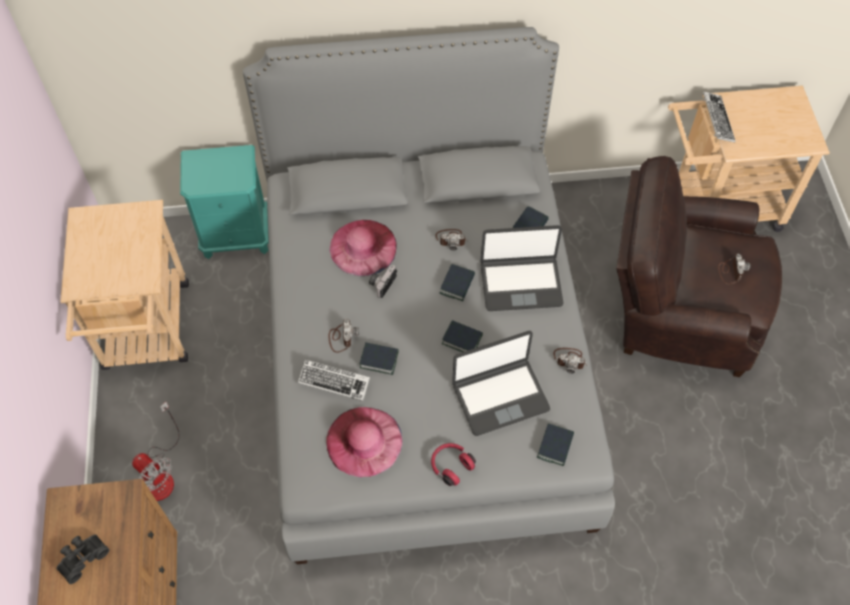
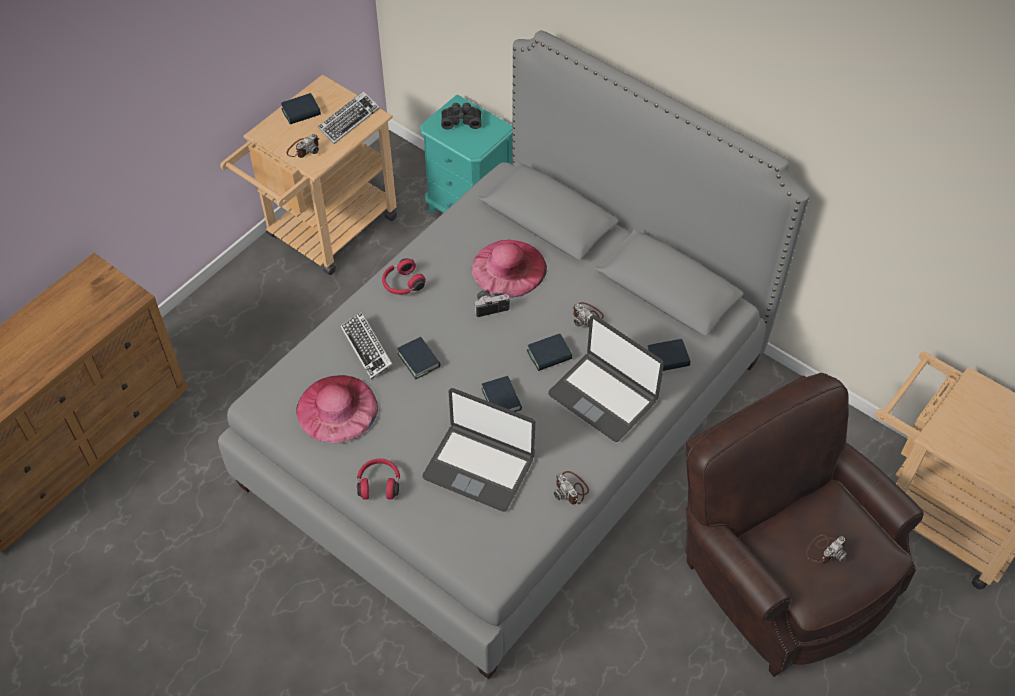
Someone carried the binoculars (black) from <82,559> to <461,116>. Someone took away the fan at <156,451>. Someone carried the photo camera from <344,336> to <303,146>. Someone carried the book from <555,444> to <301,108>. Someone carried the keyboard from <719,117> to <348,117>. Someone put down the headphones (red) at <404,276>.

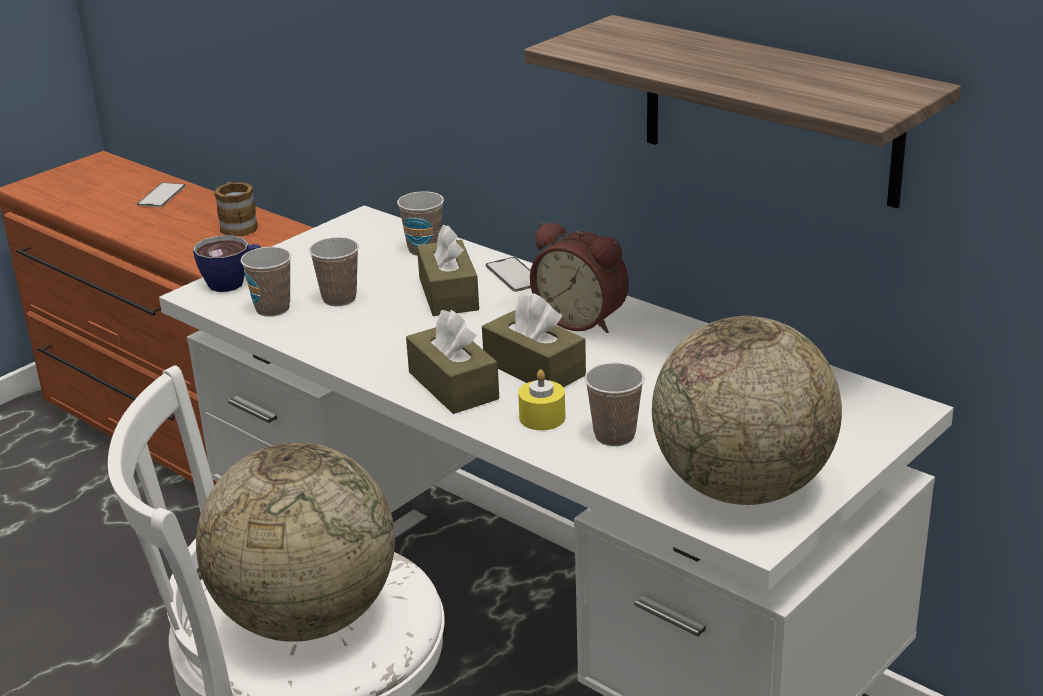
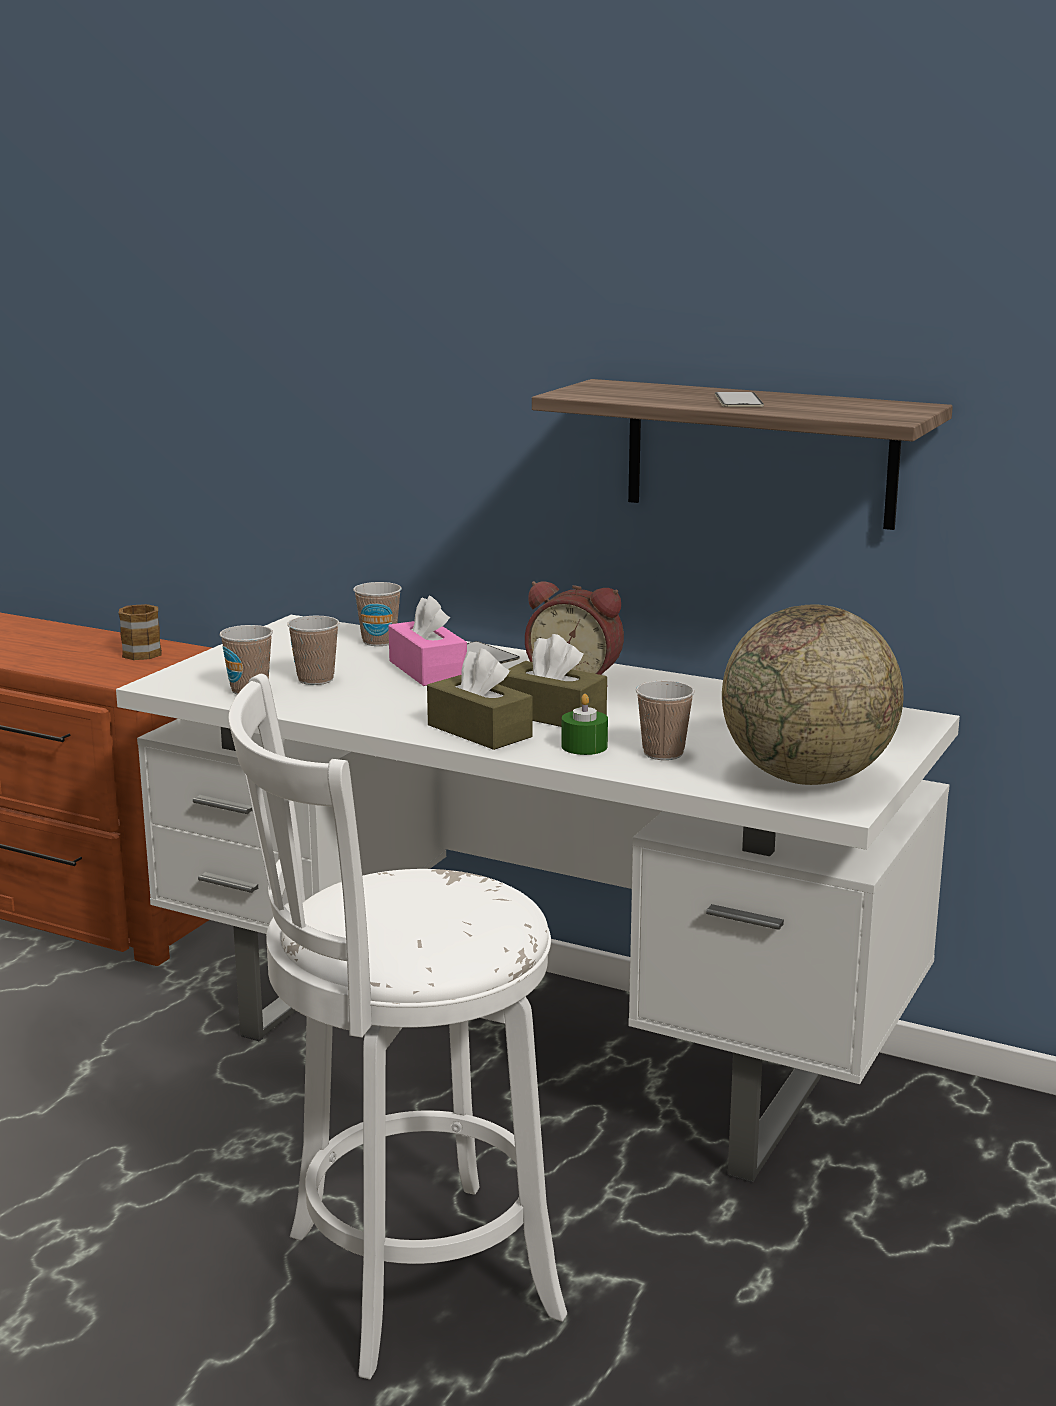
Someone carried the phone from <161,195> to <739,399>. Someone took away the cup at <227,263>. Someone took away the globe at <295,542>. Someone repainted the tissue box (brown) at <448,270>, which became the tissue box (pink) at <427,640>. Someone repainted the candle (yellow) at <541,400>, which became the candle (green) at <584,724>.

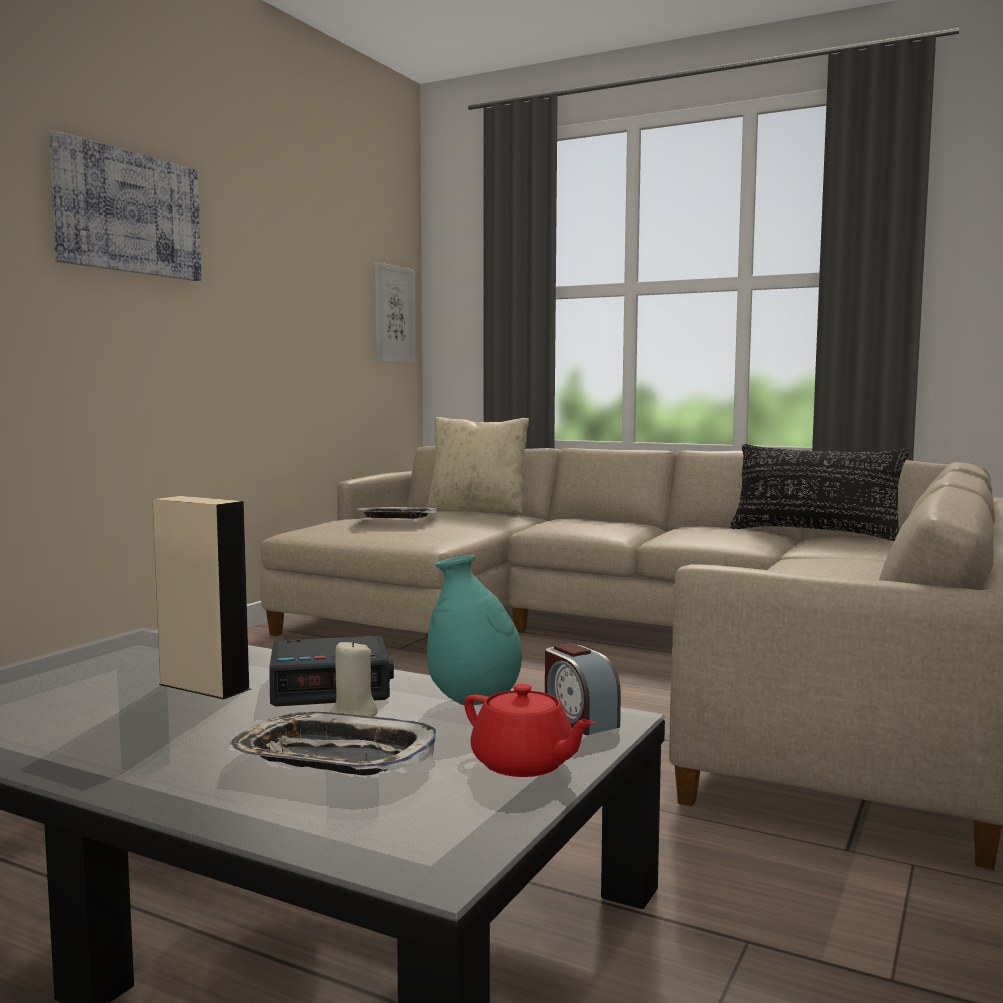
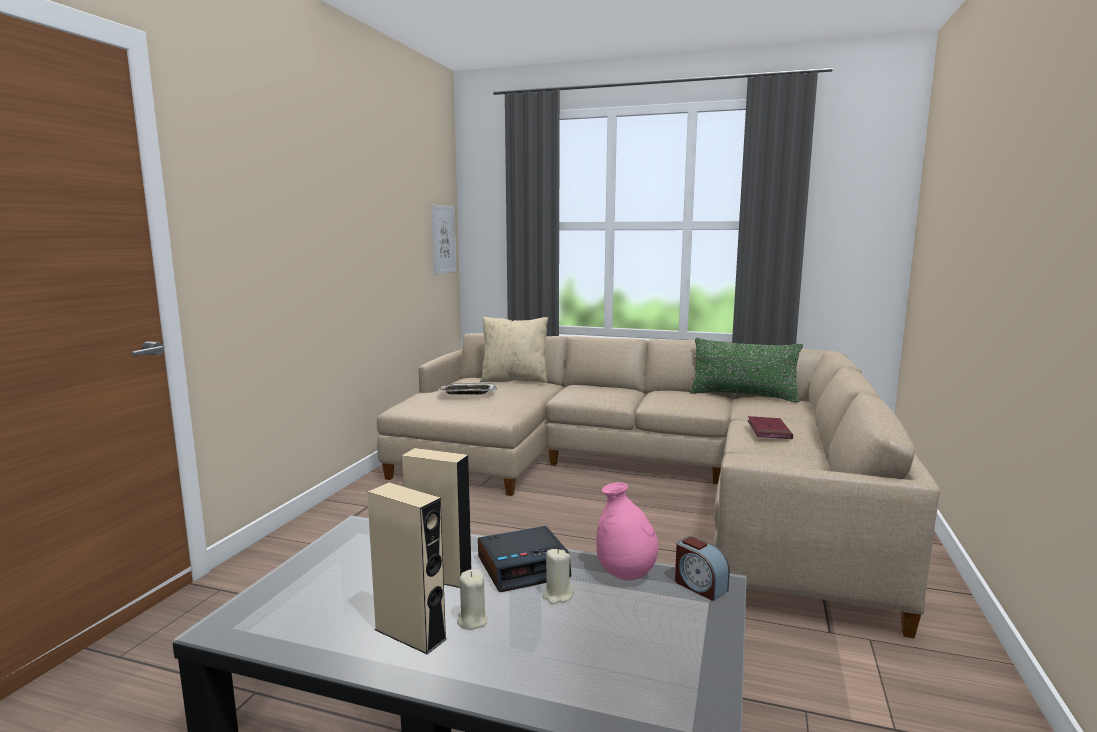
Someone took away the picture at <125,205>. Someone took away the tray at <332,743>. Someone repainted the vase (turquoise) at <474,630>, which became the vase (pink) at <627,531>. Someone took away the teapot (red) at <529,730>. Someone repainted the pillow (black) at <820,492>, which became the pillow (green) at <746,370>. Someone put down the speaker (beige) at <407,568>. Someone put down the candle (beige) at <472,599>. Someone put down the book (red) at <770,427>.

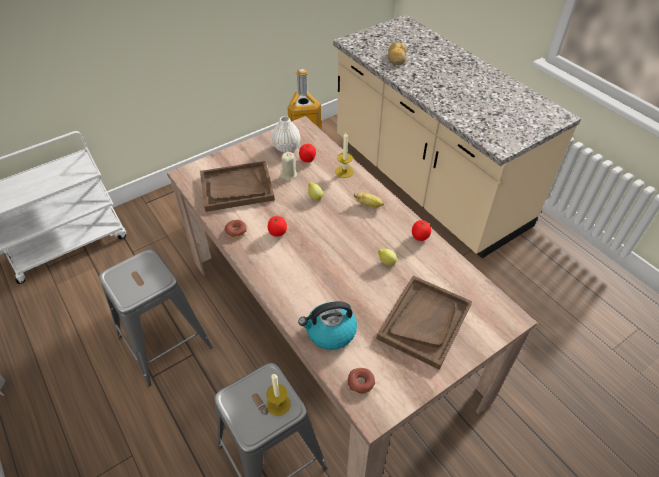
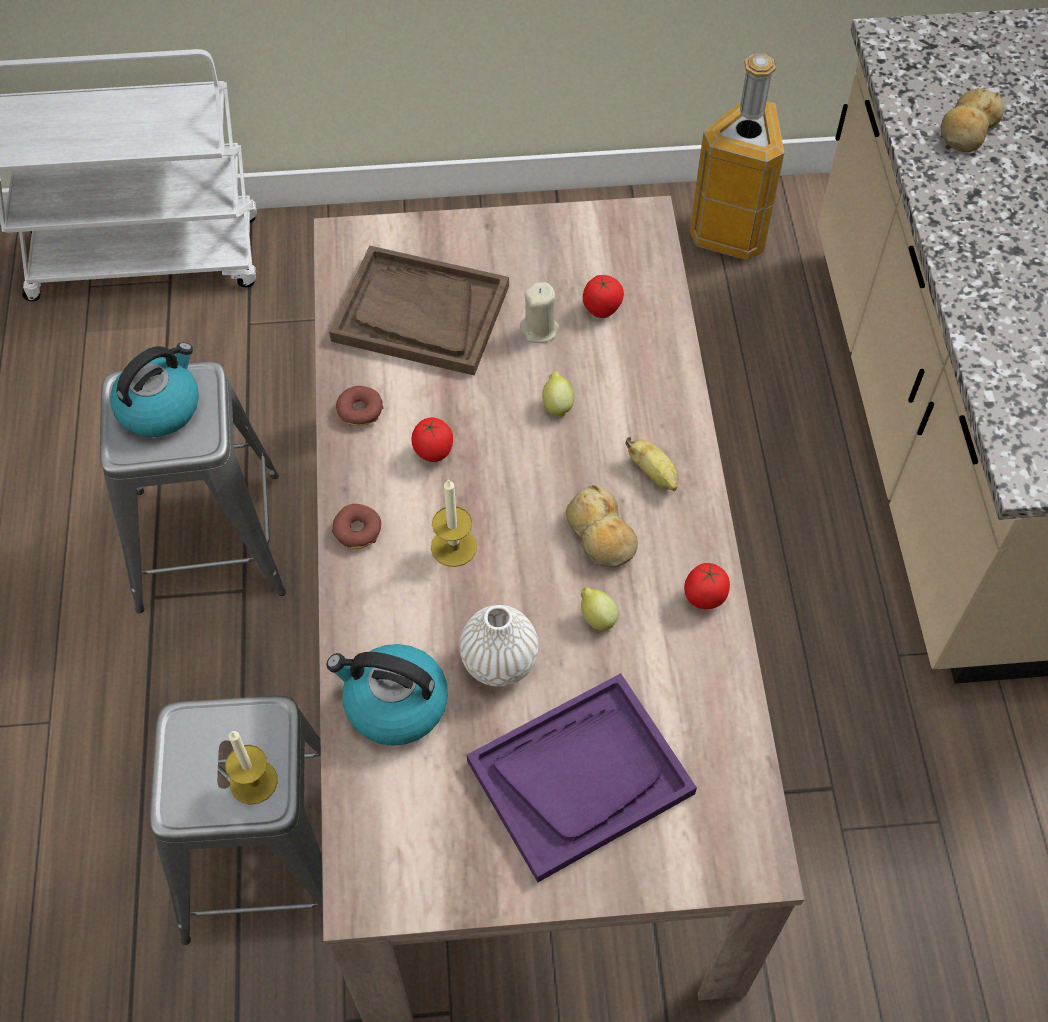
Someone carried the vase (white) from <286,134> to <499,646>. Someone carried the candle from <345,155> to <454,523>. Someone carried the donut from <361,381> to <356,526>. Someone repainted the tray (brown) at <424,323>, which became the tray (purple) at <582,777>. Someone put down the kettle at <154,389>. Someone put down the bread at <602,526>.

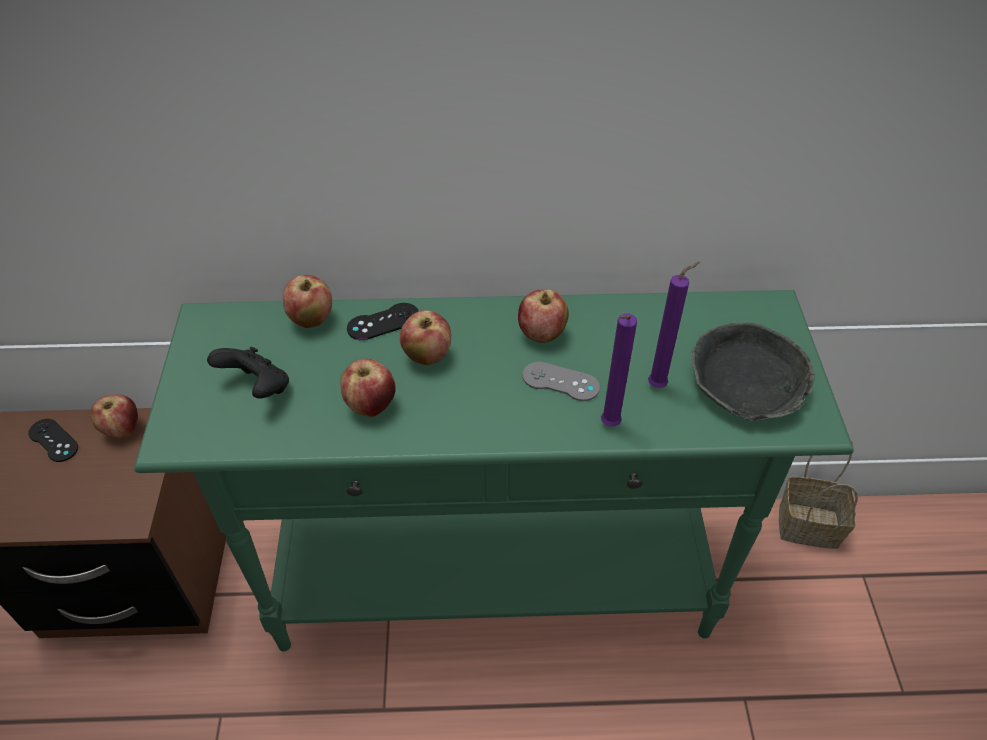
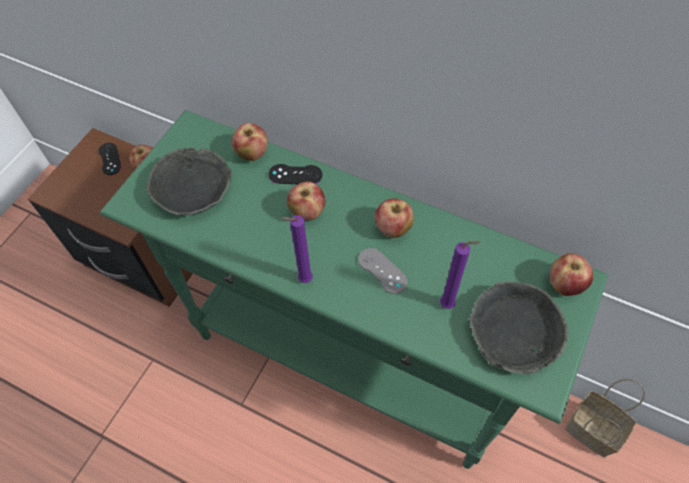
Someone swapped the game controller (black) at <248,372> for the bowl (grey) at <189,181>. Someone carried the apple from <368,388> to <571,274>. Someone carried the candle (purple) from <619,370> to <297,249>.

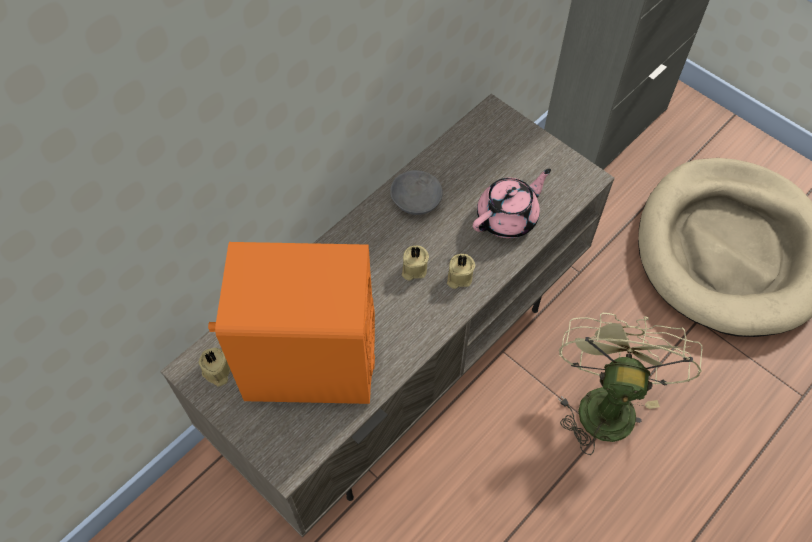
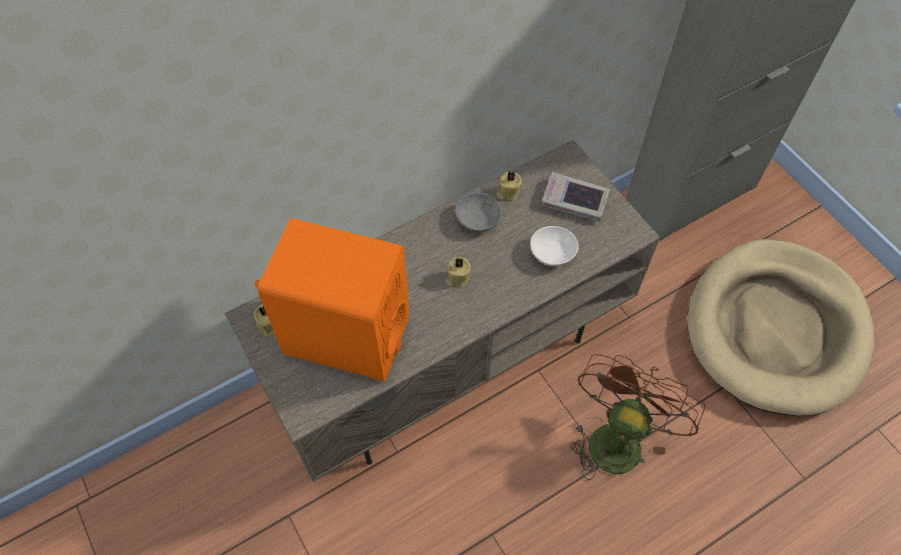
Someone carried the candle (beige) from <461,271> to <509,185>. Someone swapped the teapot (pink) at <512,203> for the bowl (white) at <554,246>. Someone repainted the fan (green) at <630,384>, which became the fan (brown) at <637,417>. Someone put down the book at <575,197>.

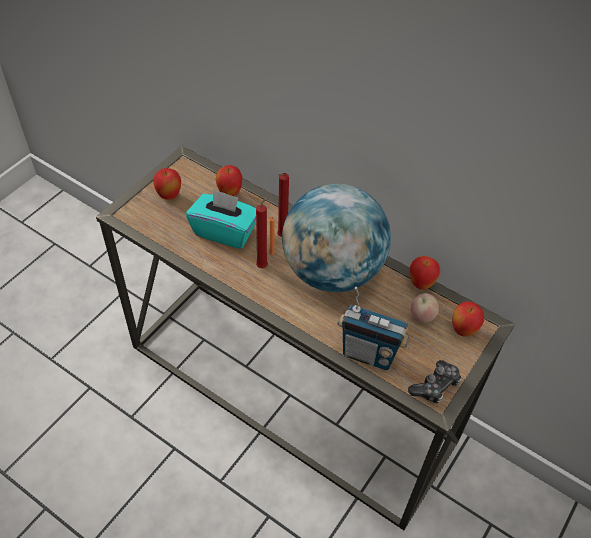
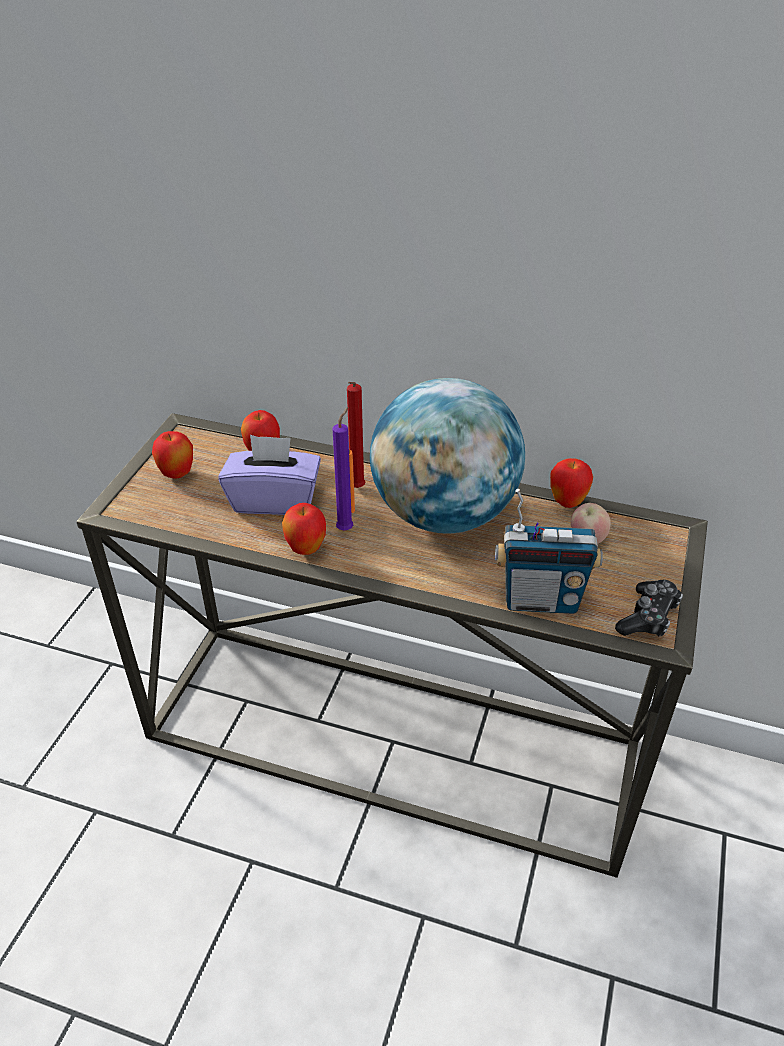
Someone repainted the tissue box (turquoise) at <221,219>, which became the tissue box (purple) at <269,475>. Someone repainted the candle (red) at <263,231>, which became the candle (purple) at <342,469>. Someone carried the apple from <468,319> to <304,529>.

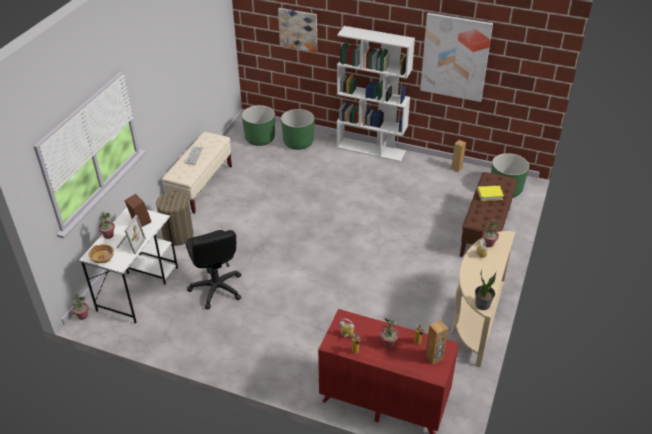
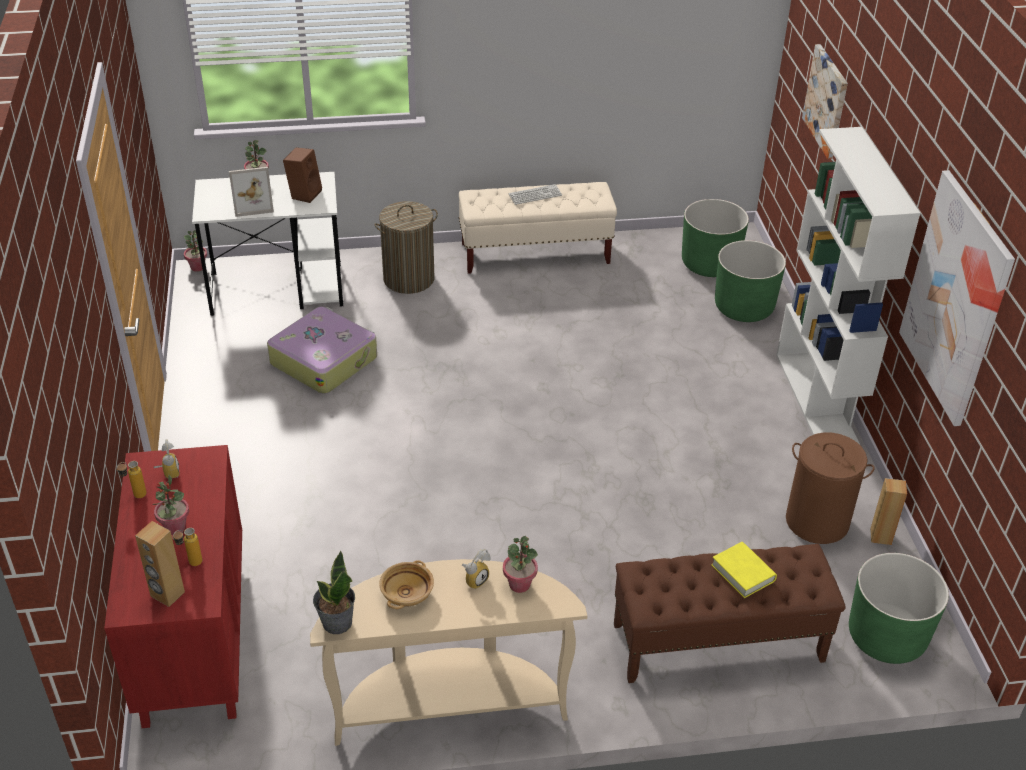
Someone carried the bowl (beige) from <101,253> to <406,584>. Someone swapped the office chair (black) at <214,270> for the suitcase at <322,350>. Someone put down the laundry basket (brown) at <830,488>.

